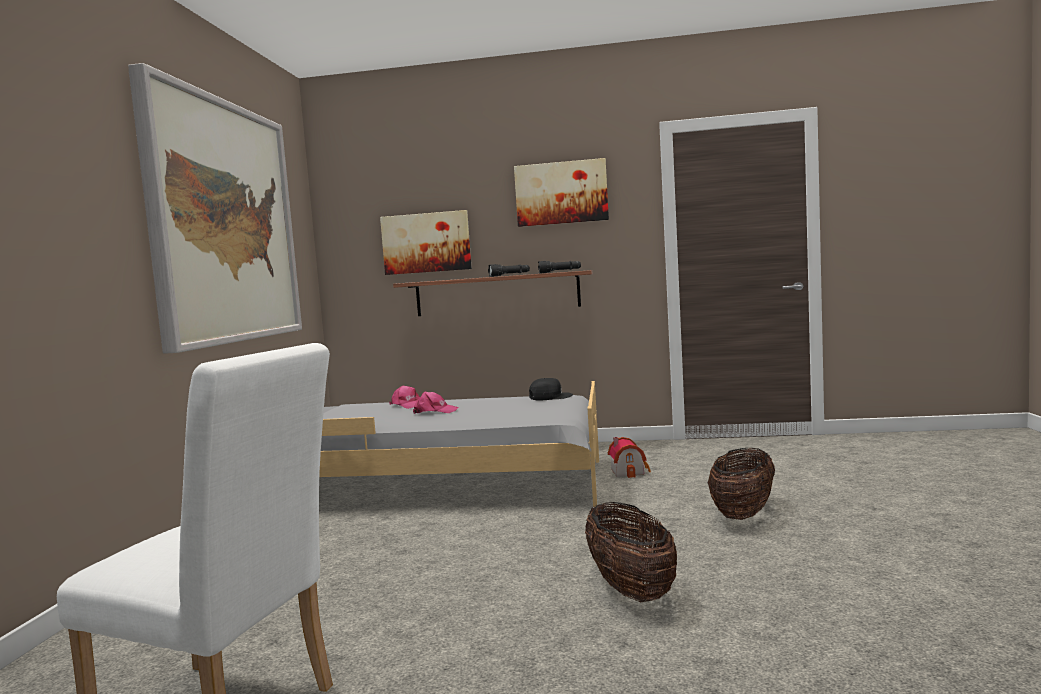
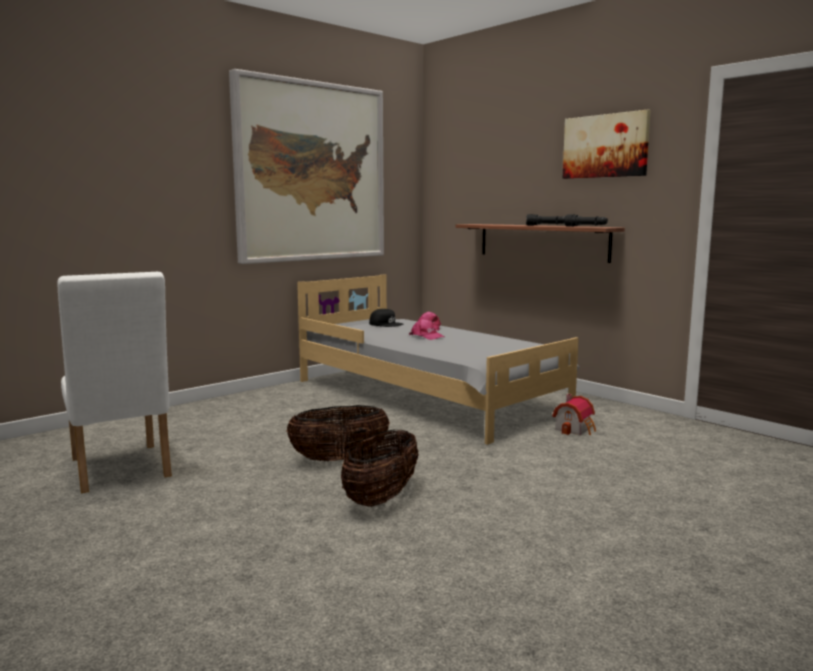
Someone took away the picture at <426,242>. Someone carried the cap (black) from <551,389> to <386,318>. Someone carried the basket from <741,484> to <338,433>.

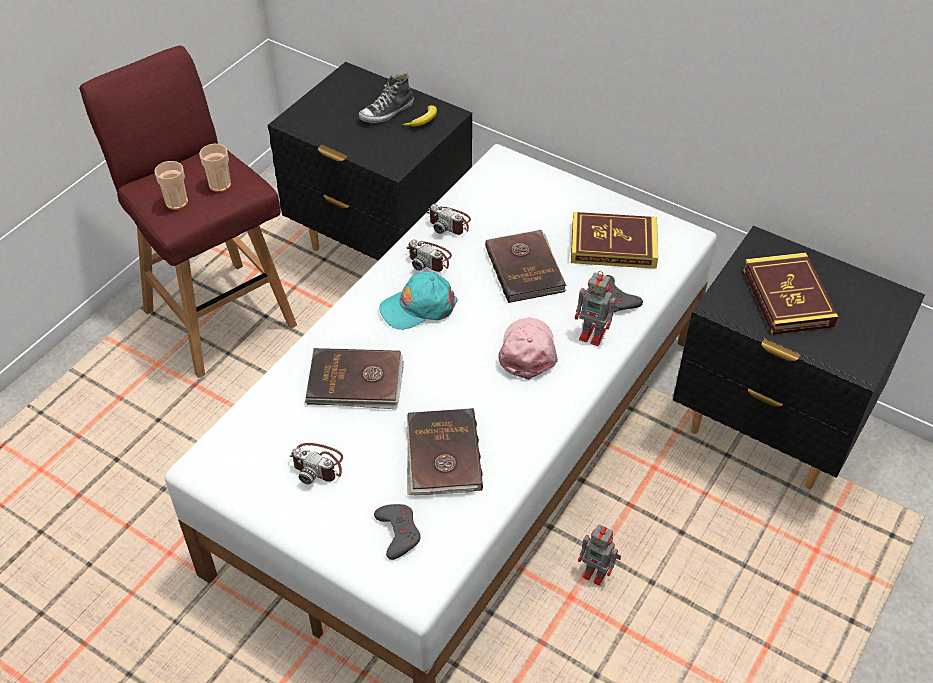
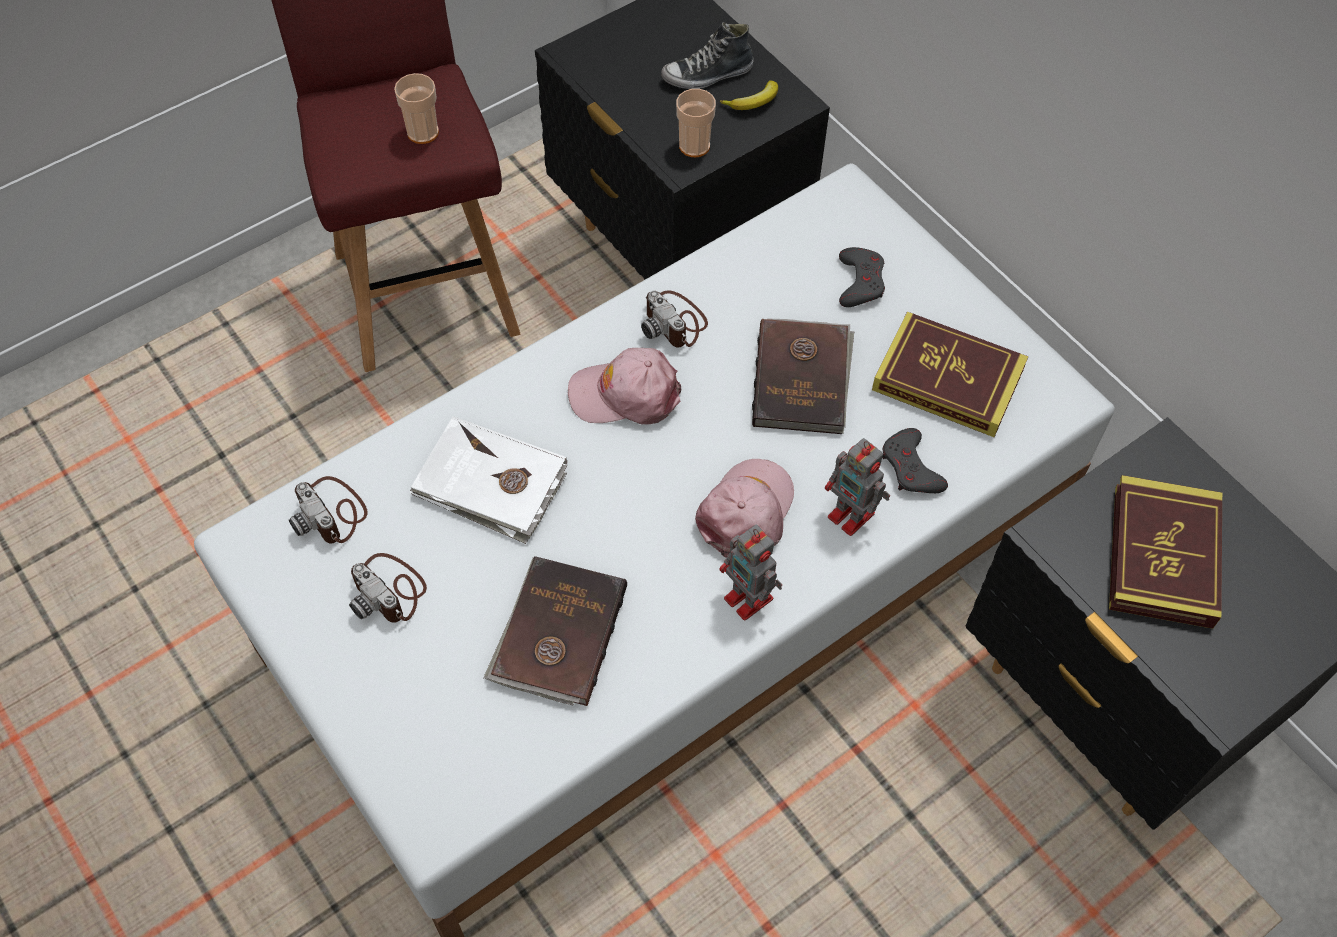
Someone carried the cup from <171,185> to <696,123>. Someone repainted the book (brown) at <354,378>, which became the book (white) at <488,480>. Someone carried the game controller (grey) from <397,532> to <862,277>. Someone repainted the cap (turquoise) at <418,300>, which became the cap (pink) at <624,386>. Someone carried the photo camera from <449,219> to <328,509>. Someone carried the toy robot from <599,554> to <750,573>.

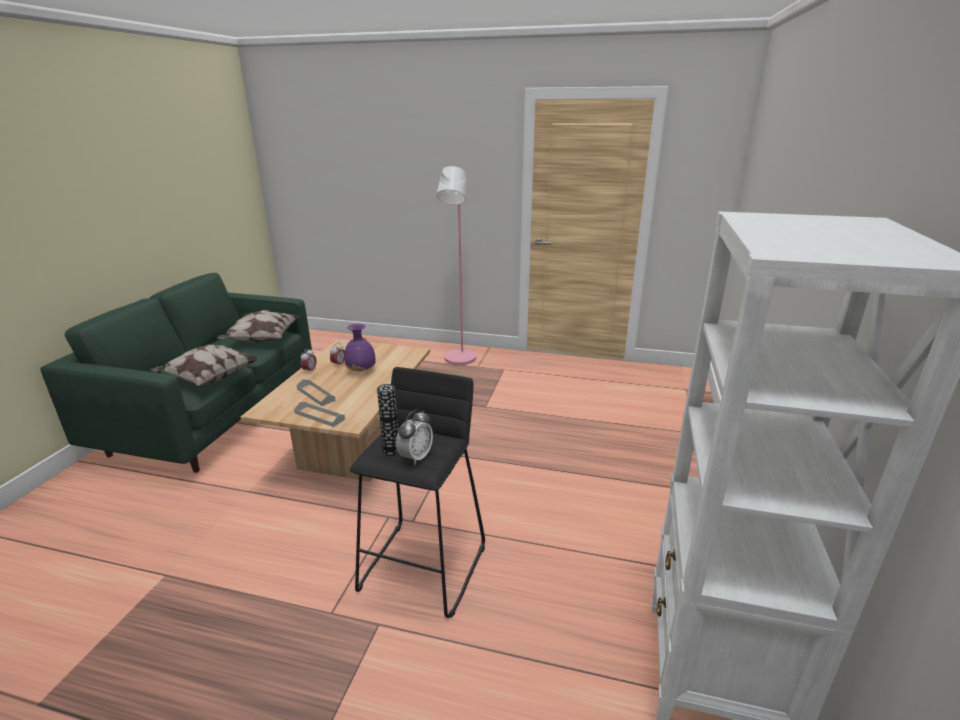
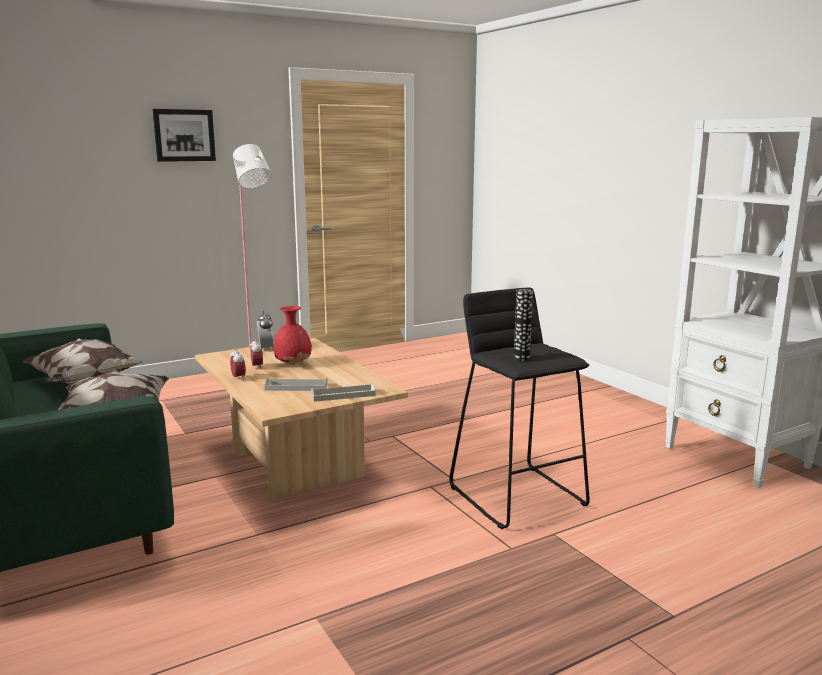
Someone repainted the vase (purple) at <360,347>, which became the vase (red) at <293,335>. Someone carried the alarm clock from <414,437> to <265,330>. Someone put up the picture at <184,135>.

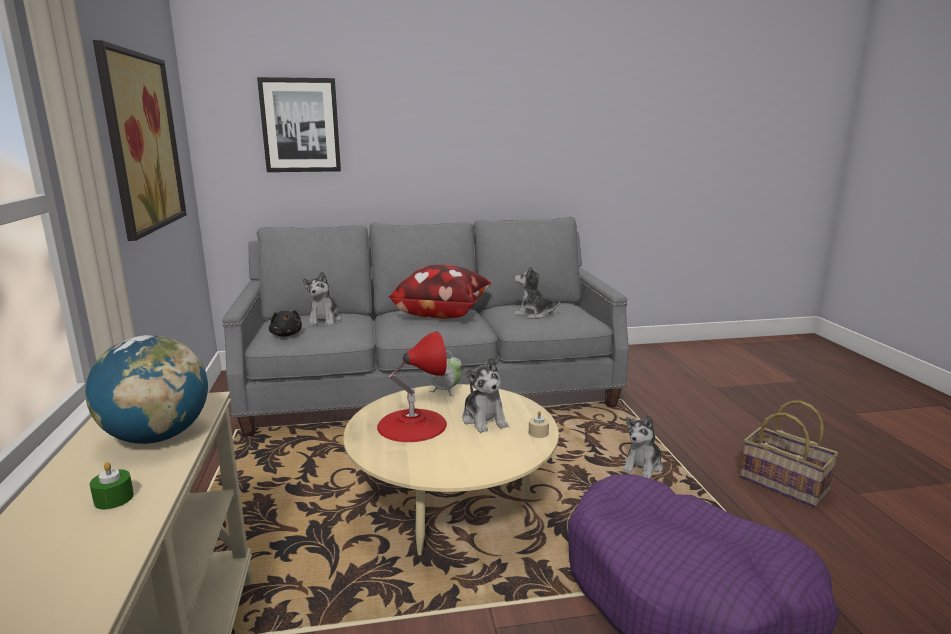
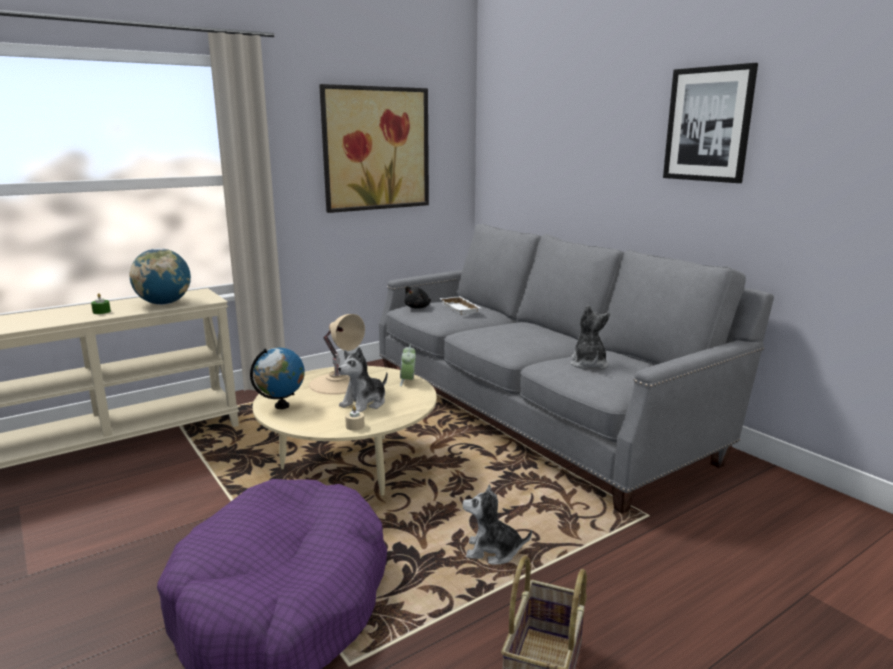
Someone carried the picture from <299,124> to <710,123>. Someone swapped the plush toy at <322,298> for the tray (white) at <460,305>. Someone repainted the table lamp (red) at <412,386>, which became the table lamp (beige) at <337,354>. Someone took away the pillow at <439,291>. Someone put down the globe at <277,378>.

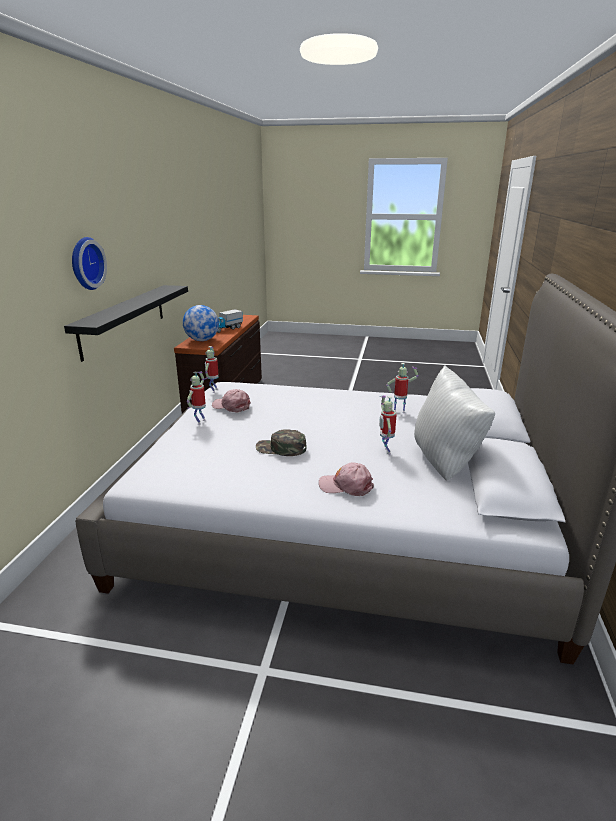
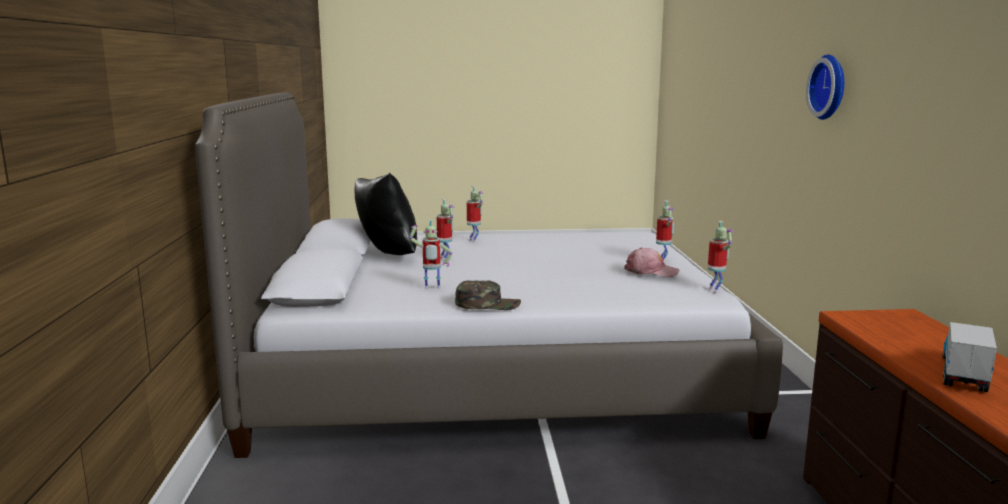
Someone took away the shelf (black) at <126,323>. Someone took away the globe at <201,323>. Someone carried the cap (green) from <281,442> to <488,295>. Someone swapped the cap (pink) at <346,479> for the toy robot at <475,214>. Someone repainted the pillow (white) at <454,423>, which became the pillow (black) at <385,214>.

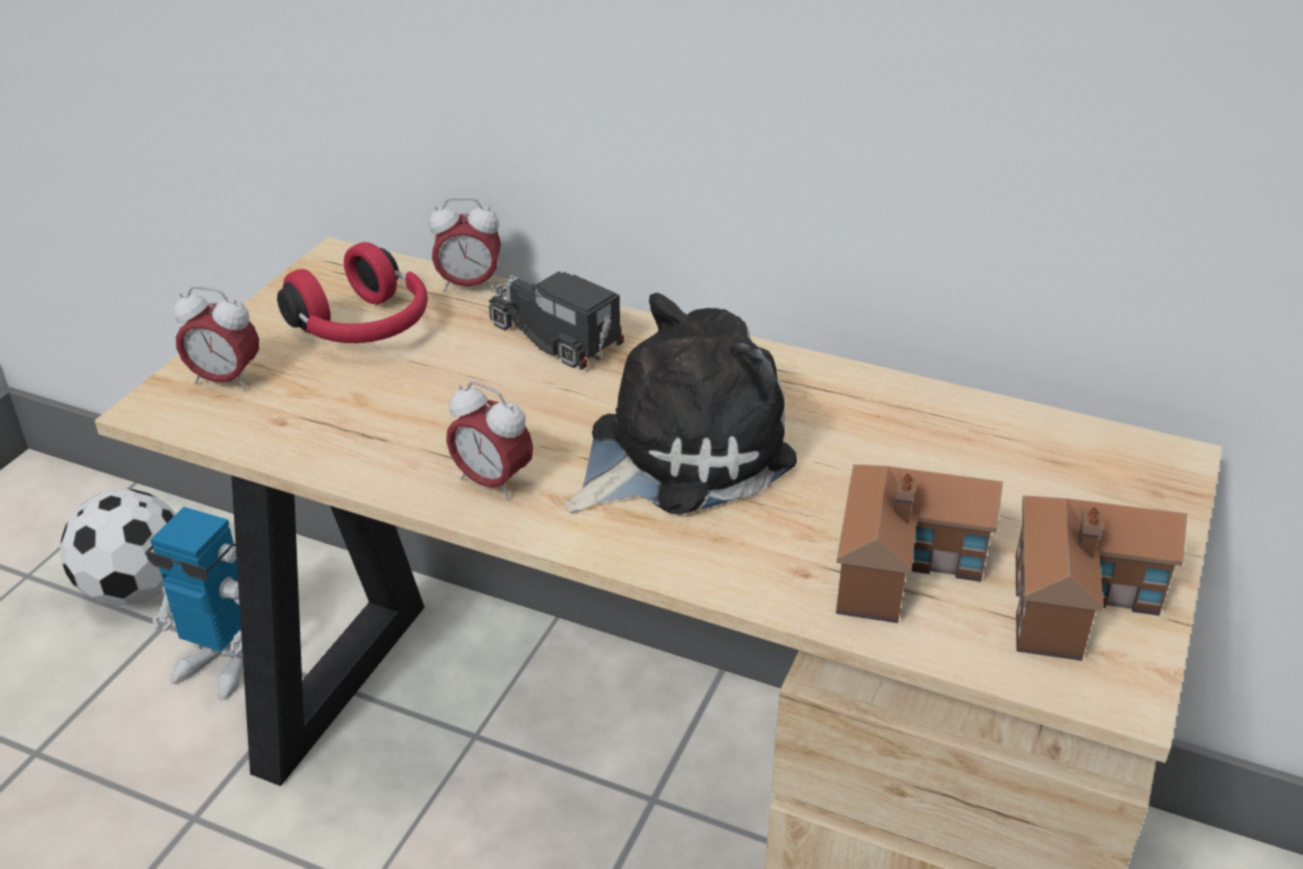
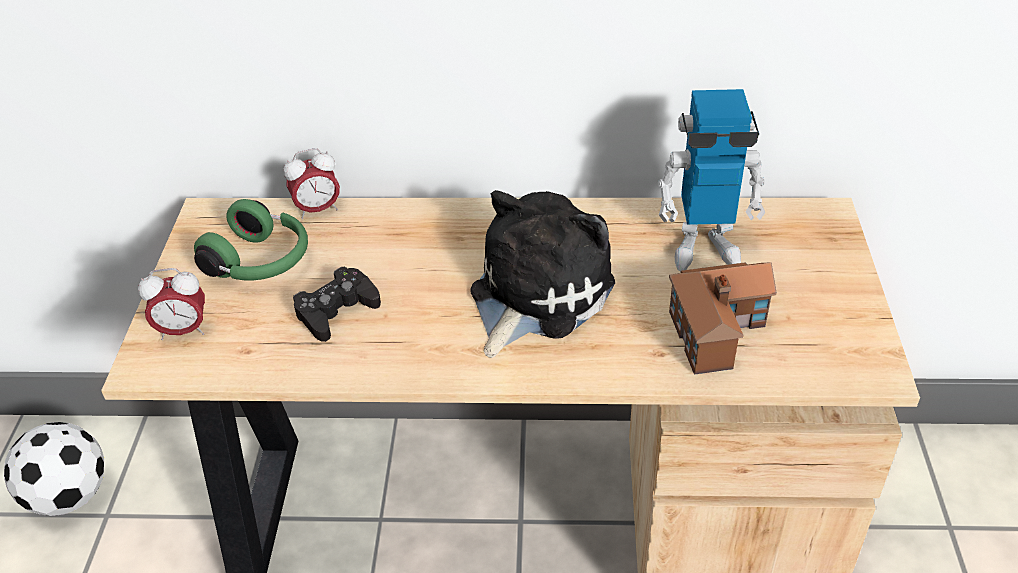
Someone carried the toy robot from <194,603> to <711,180>. Someone repainted the headphones (red) at <352,292>, which became the headphones (green) at <251,239>. Someone took away the alarm clock at <489,440>. Someone took away the toy truck at <556,320>. Someone took away the toy house at <1101,578>. Someone put down the game controller (black) at <337,304>.

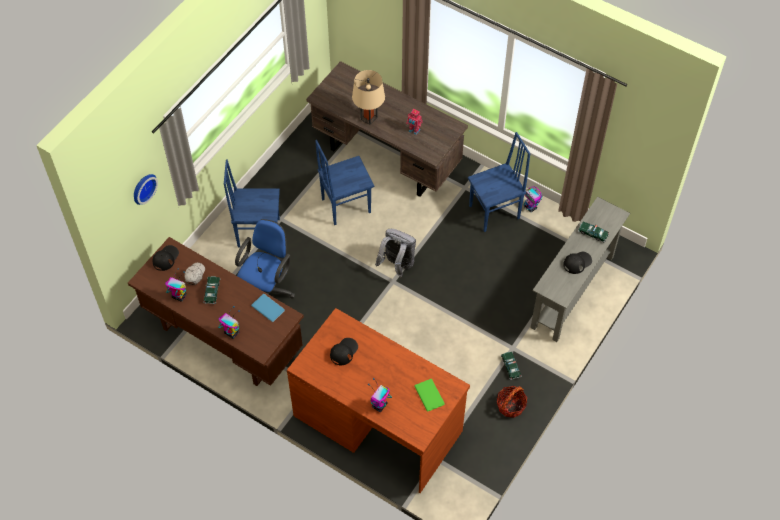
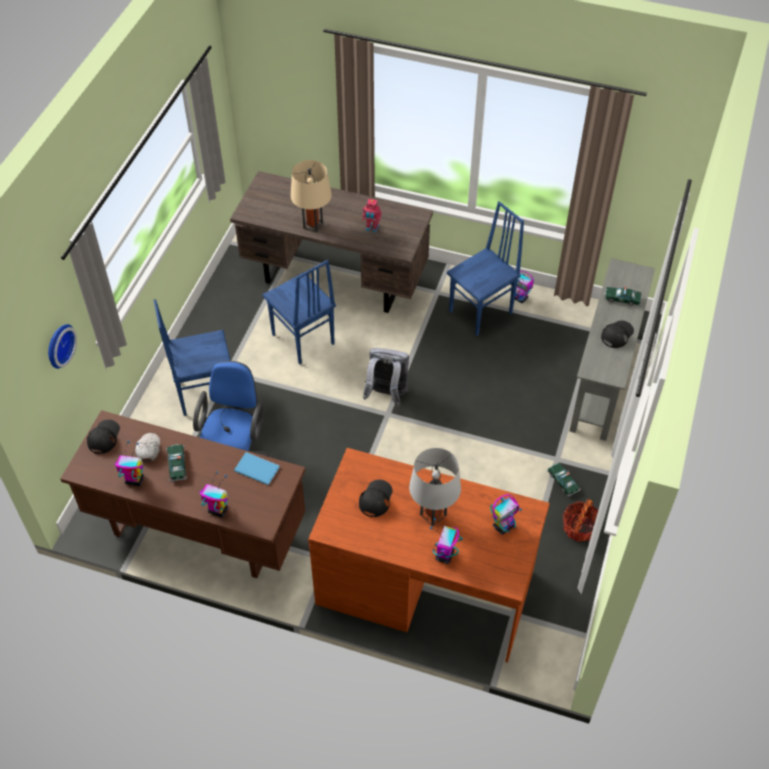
Someone rotated the chair (blue) at <344,182> by 90 degrees counterclockwise. Someone swapped the book (green) at <429,395> for the toy robot at <506,514>. Someone put down the table lamp (grey) at <435,487>.

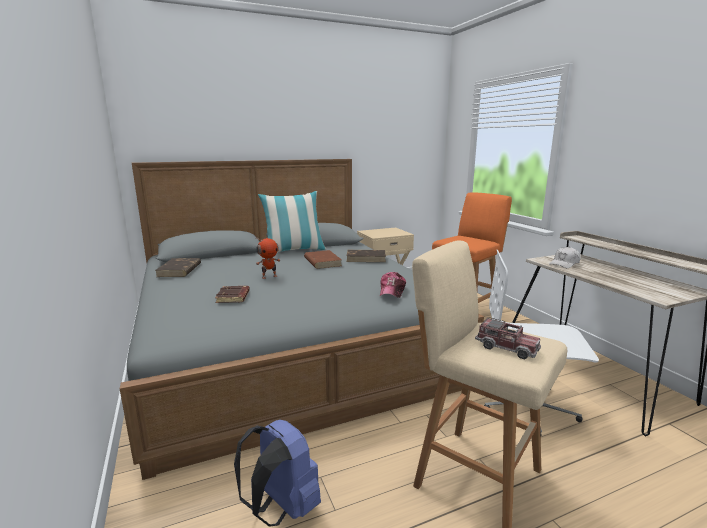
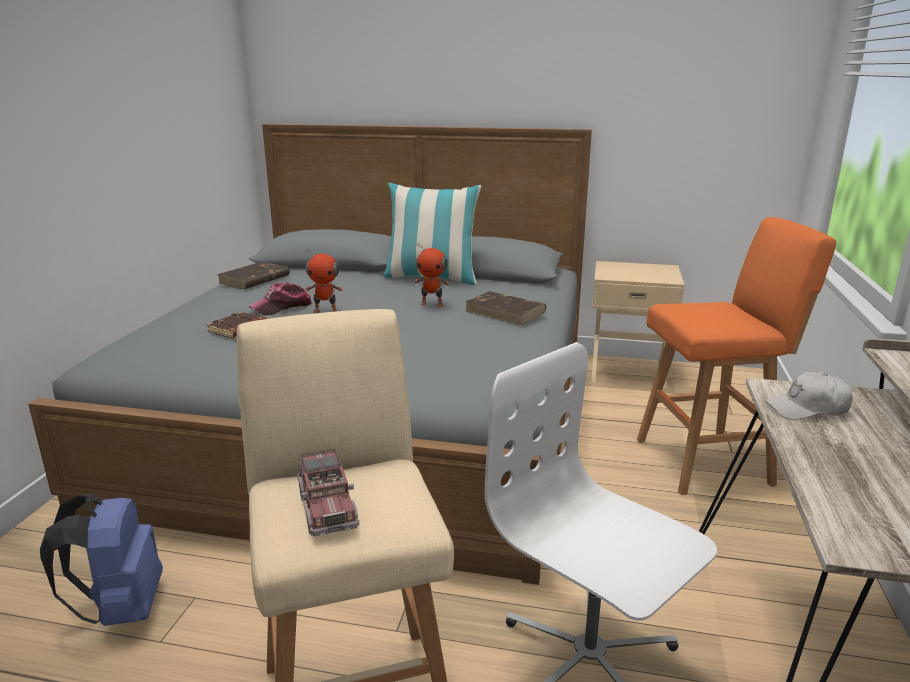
Someone swapped the book (brown) at <323,259> for the toy robot at <432,274>. Someone carried the cap from <393,285> to <280,299>.

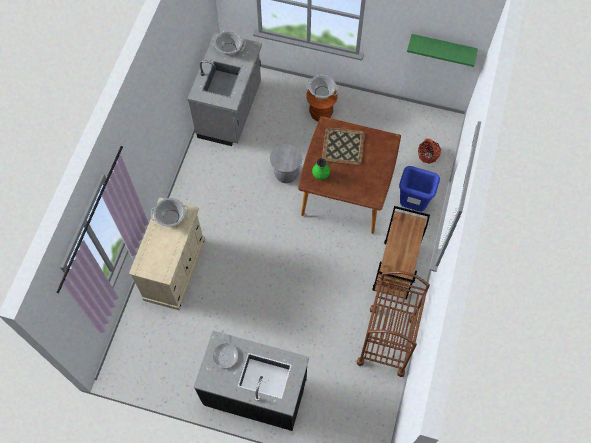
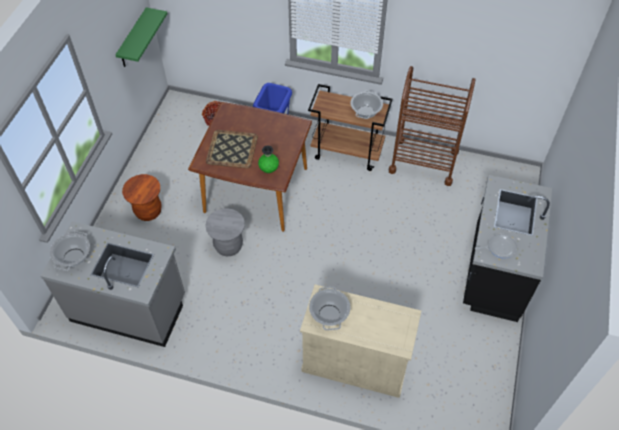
Someone carried the cooking pot from <322,87> to <367,105>.

